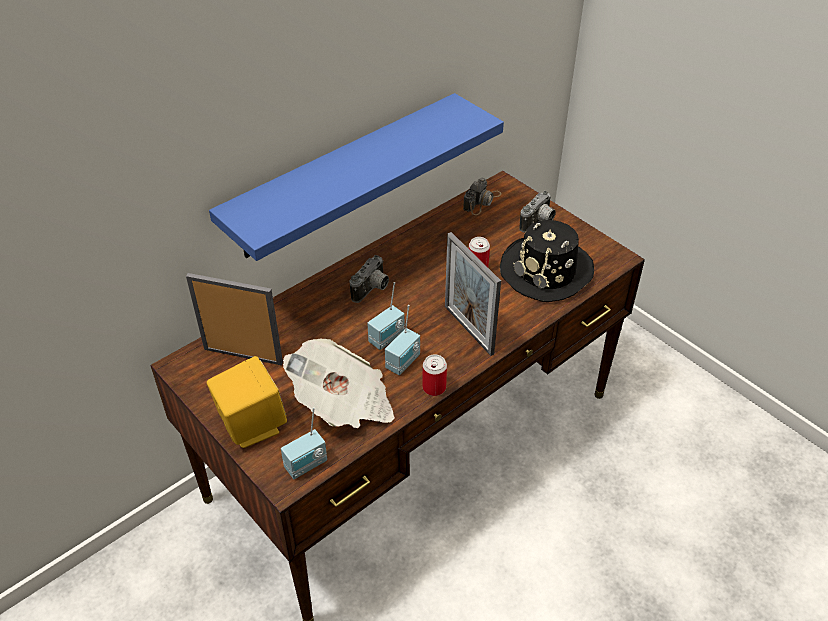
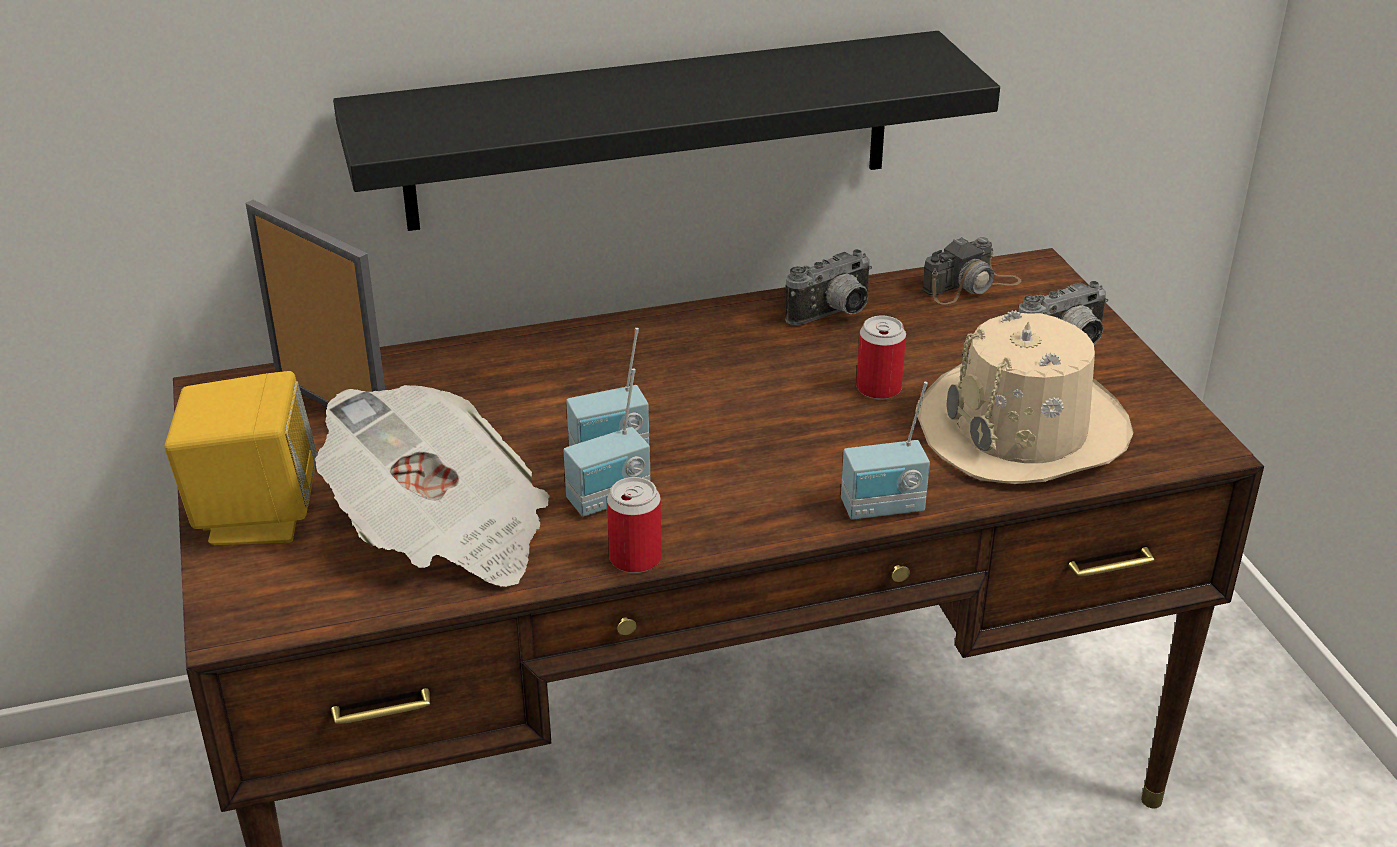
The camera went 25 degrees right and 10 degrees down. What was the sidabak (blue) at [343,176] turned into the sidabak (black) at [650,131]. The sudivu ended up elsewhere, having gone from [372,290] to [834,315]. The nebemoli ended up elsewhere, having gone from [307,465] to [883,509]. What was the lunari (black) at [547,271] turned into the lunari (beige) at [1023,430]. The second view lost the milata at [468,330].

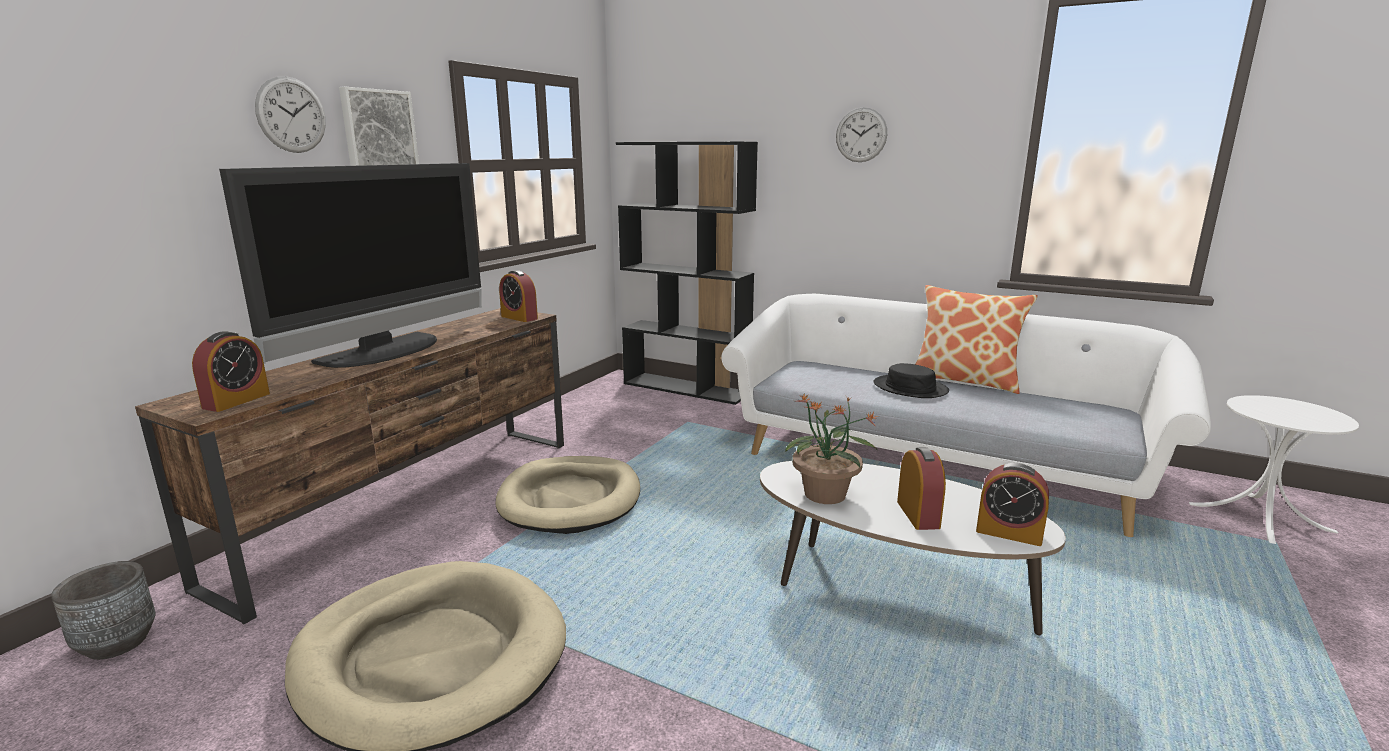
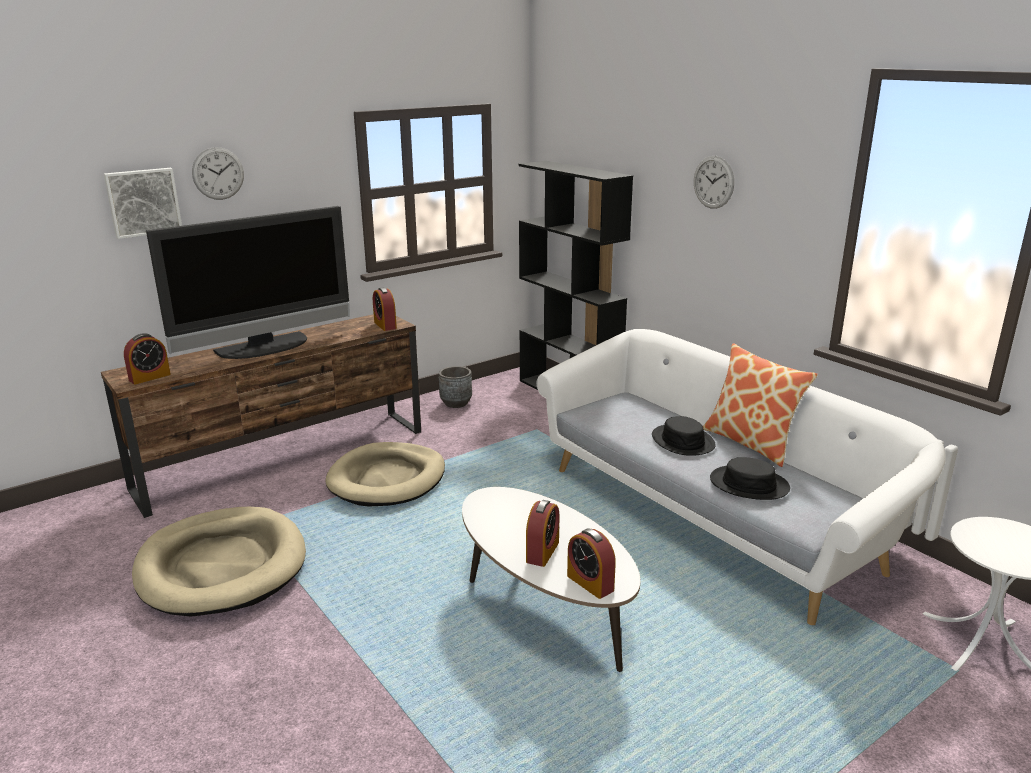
The camera went 25 degrees right and 5 degrees up. The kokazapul ended up elsewhere, having gone from [378,129] to [143,202]. The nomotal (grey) ended up elsewhere, having gone from [117,643] to [456,403]. The second view gained the lunari (black) at [749,484]. The second view lost the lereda at [825,495].

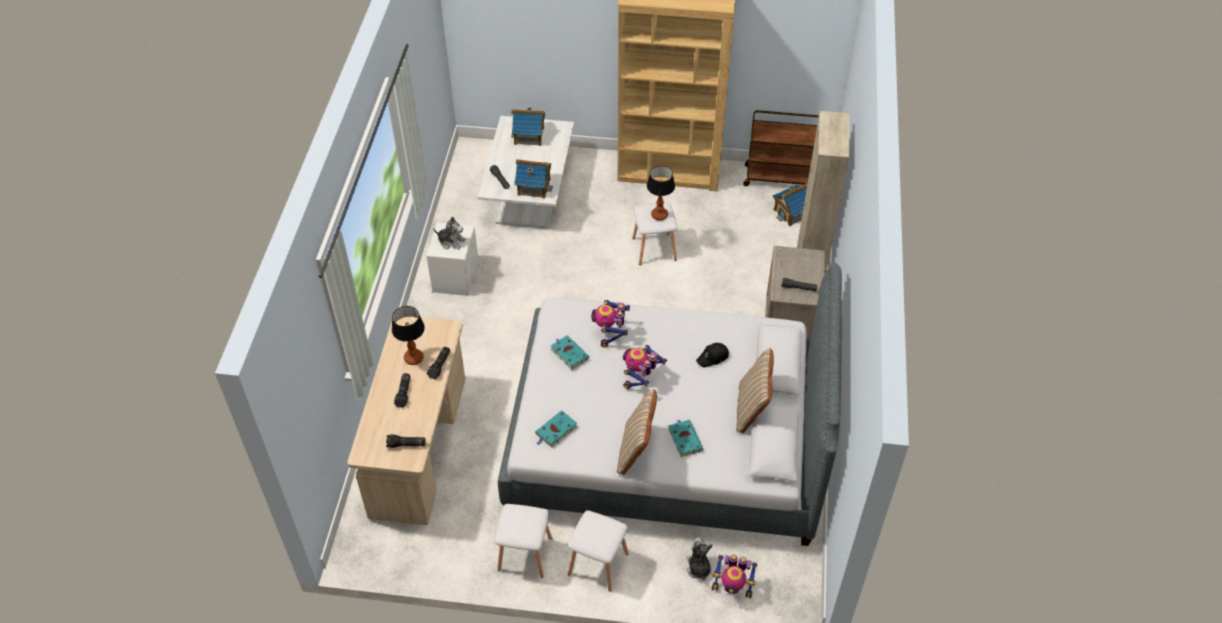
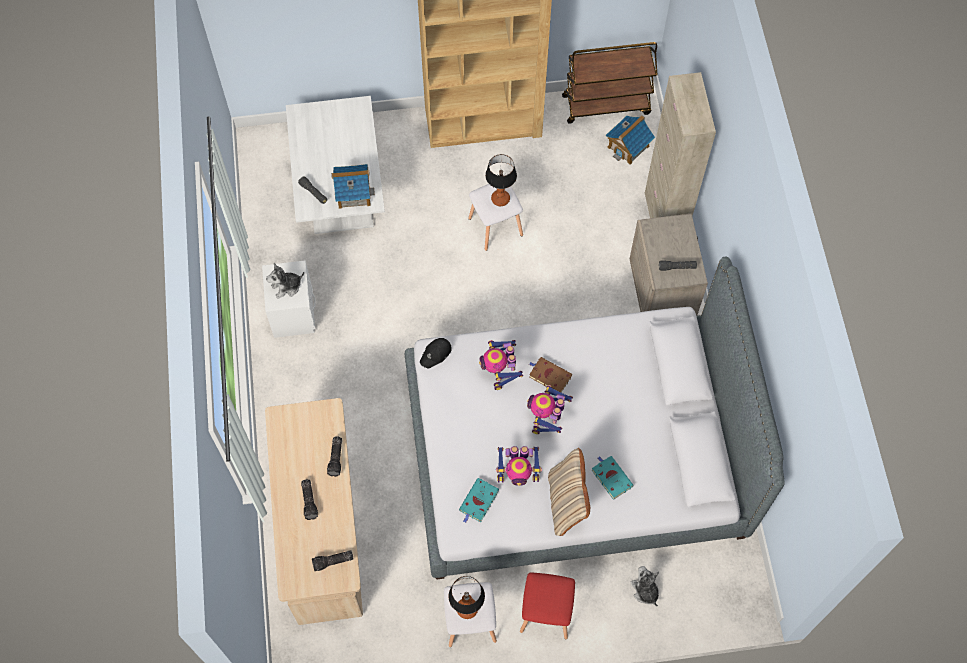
The camera went 15 degrees left and 15 degrees up. The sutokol at [451,241] ended up facing another way, 150 degrees clockwise from before. The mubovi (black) ended up elsewhere, having gone from [713,357] to [436,354]. The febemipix ended up elsewhere, having gone from [413,358] to [466,609]. The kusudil ended up elsewhere, having gone from [733,587] to [518,473]. What was the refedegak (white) at [597,564] turned into the refedegak (red) at [545,613]. The second view gained the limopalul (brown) at [549,376]. The second view lost the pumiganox at [529,136]. The second view lost the limopalul (turquoise) at [568,353]. The second view lost the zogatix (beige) at [752,409].

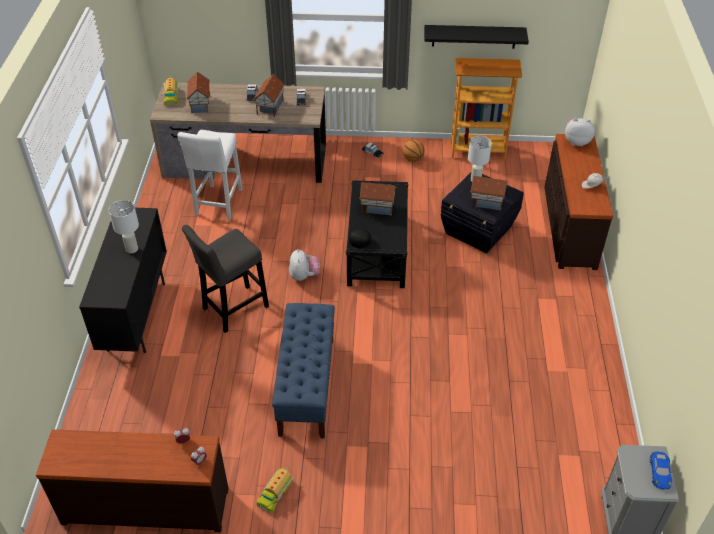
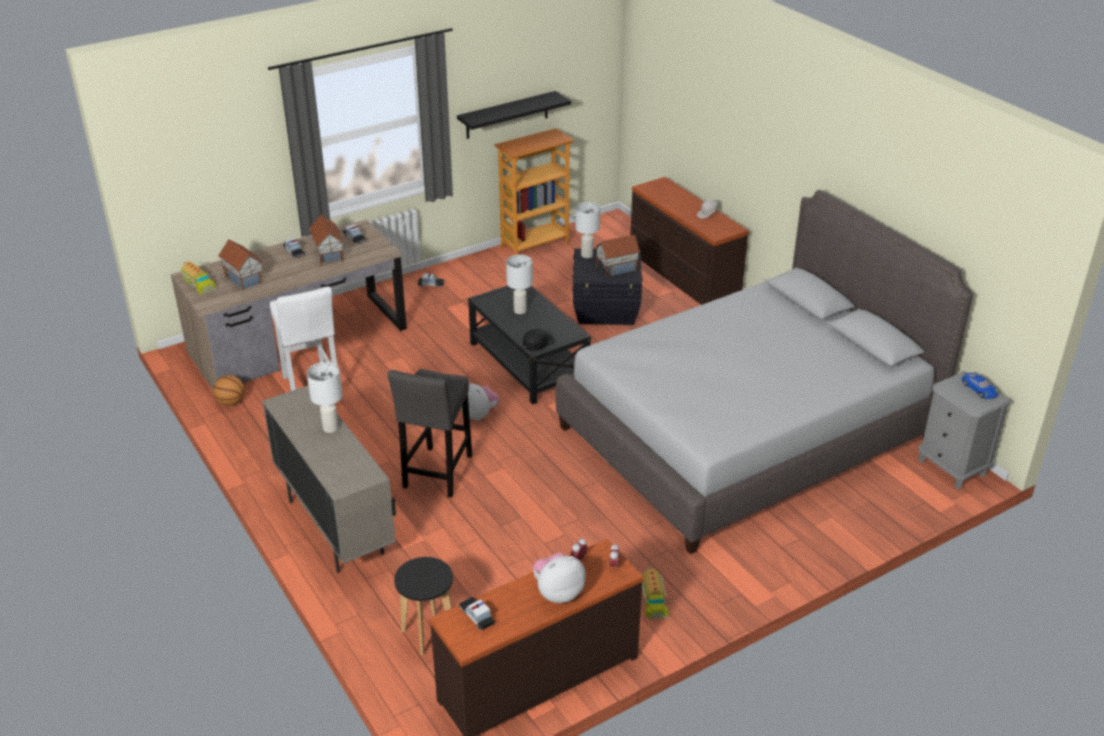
The camera went 35 degrees left and 10 degrees down. The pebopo ended up elsewhere, having gone from [413,159] to [231,402]. What was the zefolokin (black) at [137,316] turned into the zefolokin (beige) at [335,527]. The second view gained the refedegak (black) at [428,634]. The second view gained the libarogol at [476,616]. Where the pumiganox stood at [377,207], the febemipix (white) came to stand at [519,310]. The sutokol ended up elsewhere, having gone from [576,141] to [558,593]. The second view gained the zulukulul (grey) at [746,433]. The second view lost the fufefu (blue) at [307,386].

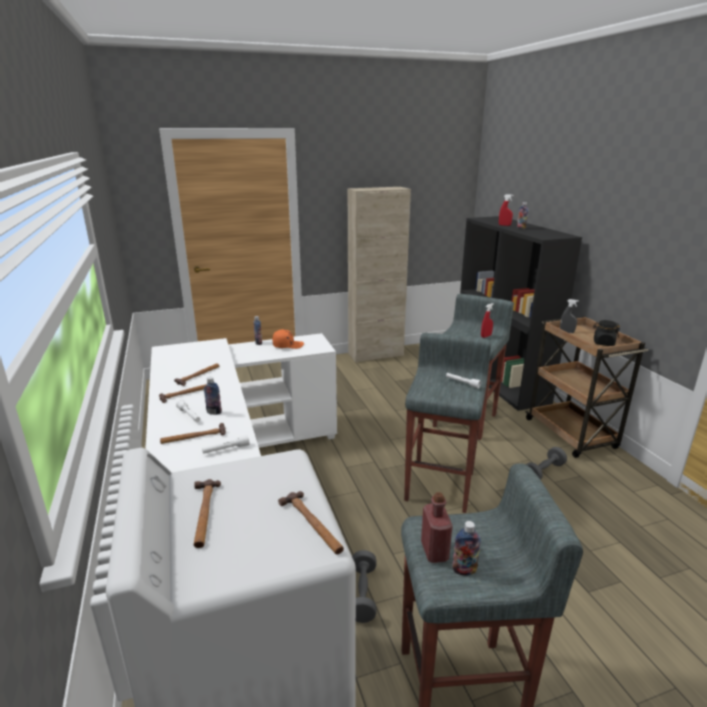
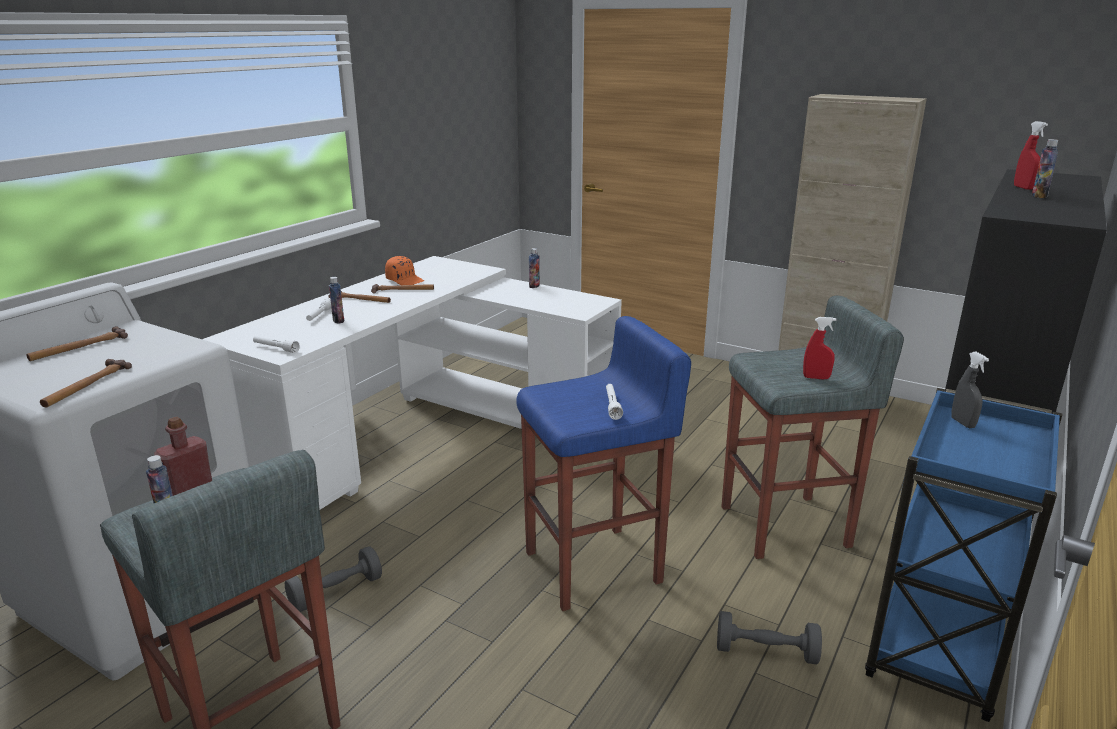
The camera went 50 degrees right and 0 degrees up. The mubovi (orange) ended up elsewhere, having gone from [288,345] to [405,280]. What was the refedegak (grey) at [441,485] turned into the refedegak (blue) at [595,567]. What was the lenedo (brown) at [571,434] turned into the lenedo (blue) at [937,648]. The second view lost the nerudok at [193,437]. The second view lost the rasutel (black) at [603,343].

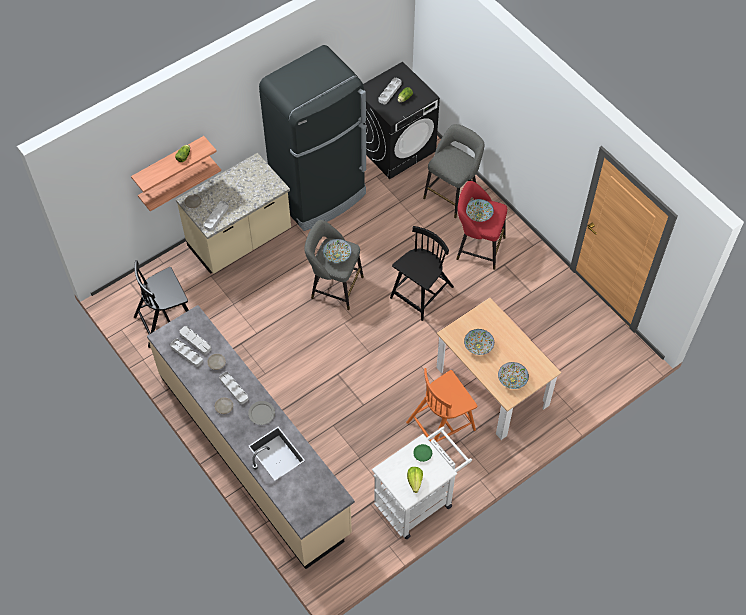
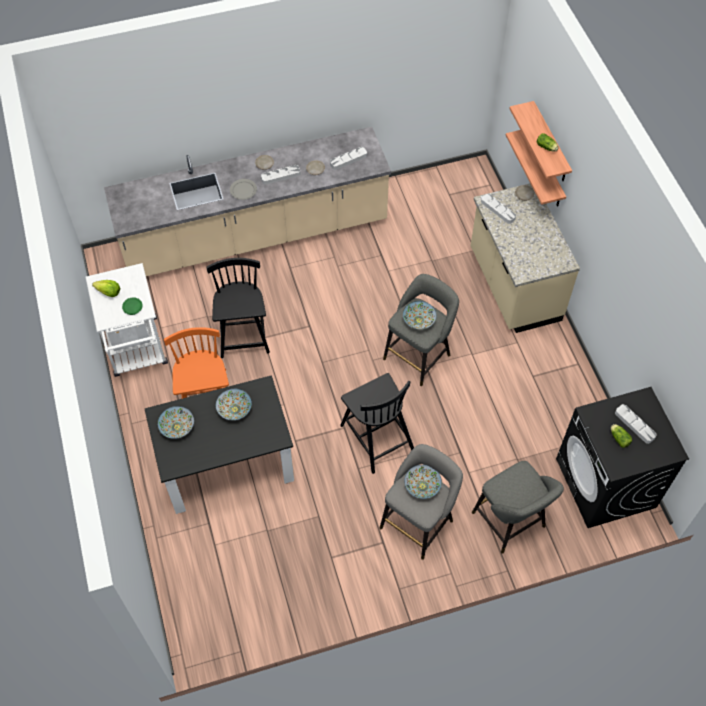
The camera went 110 degrees right and 0 degrees up. What was the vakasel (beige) at [492,386] turned into the vakasel (black) at [227,465]. The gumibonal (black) ended up elsewhere, having gone from [166,321] to [243,332]. What was the refedegak (red) at [477,247] turned into the refedegak (grey) at [418,521]. The second view lost the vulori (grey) at [186,353]. The second view lost the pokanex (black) at [320,195].

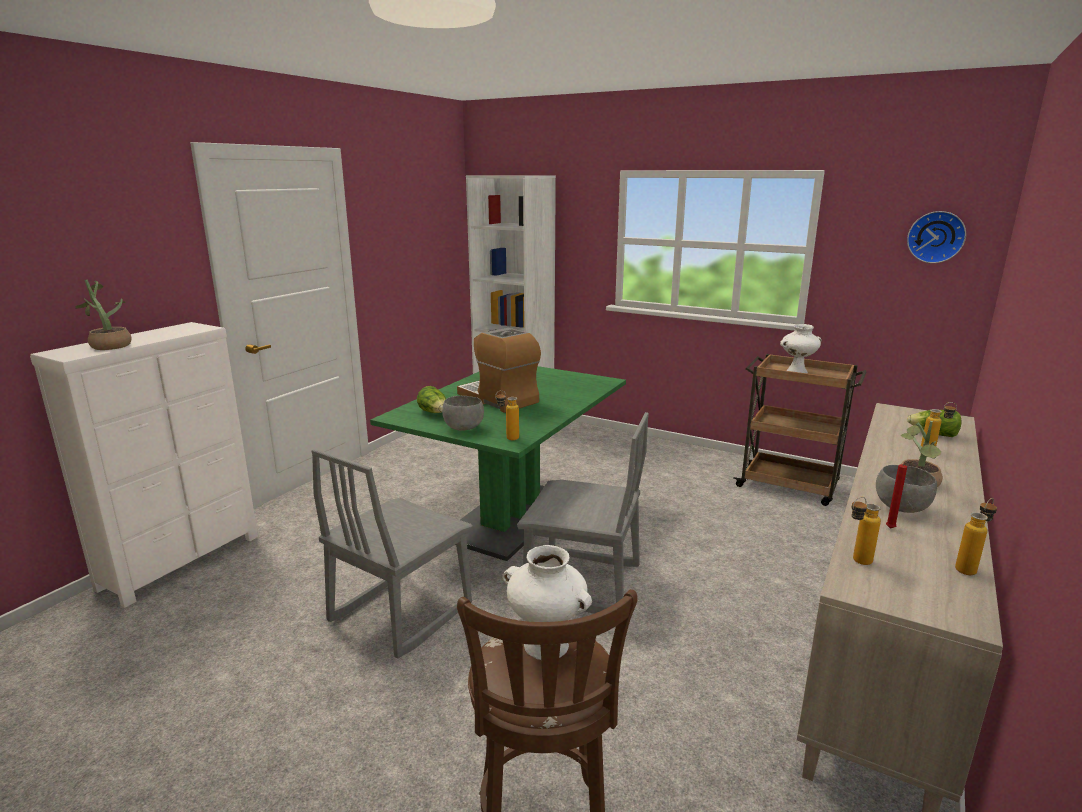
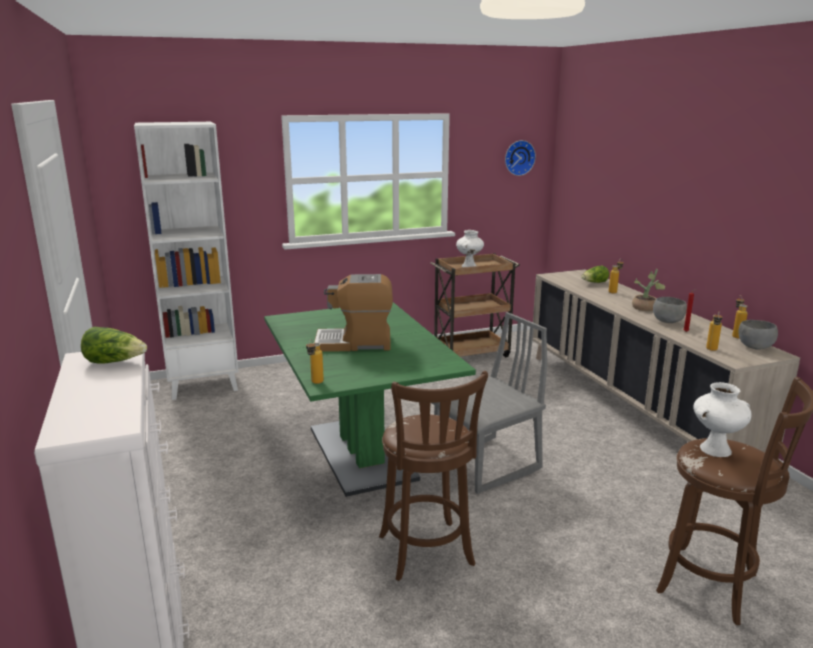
The camera went 50 degrees left and 0 degrees up. The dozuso ended up elsewhere, having gone from [434,413] to [115,362]. The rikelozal ended up elsewhere, having gone from [507,439] to [315,383]. Where the gumibonal (grey) stood at [400,612], the refedegak (brown) came to stand at [427,554]. The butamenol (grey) ended up elsewhere, having gone from [463,428] to [754,347]. The second view lost the lereda at [109,345].

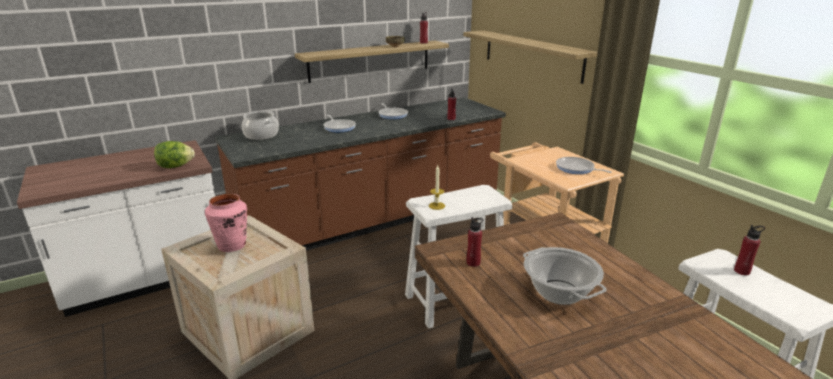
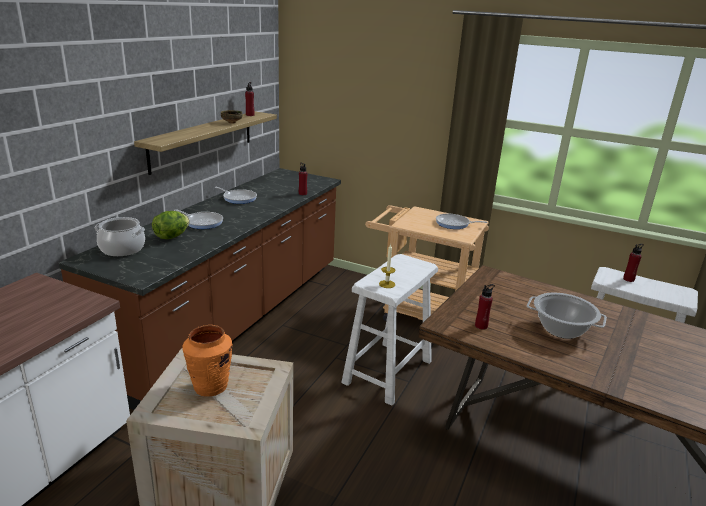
The camera went 35 degrees left and 0 degrees up. The dozuso ended up elsewhere, having gone from [175,166] to [171,236]. What was the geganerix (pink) at [232,245] turned into the geganerix (orange) at [210,387]. The second view lost the sidabak at [532,55].

